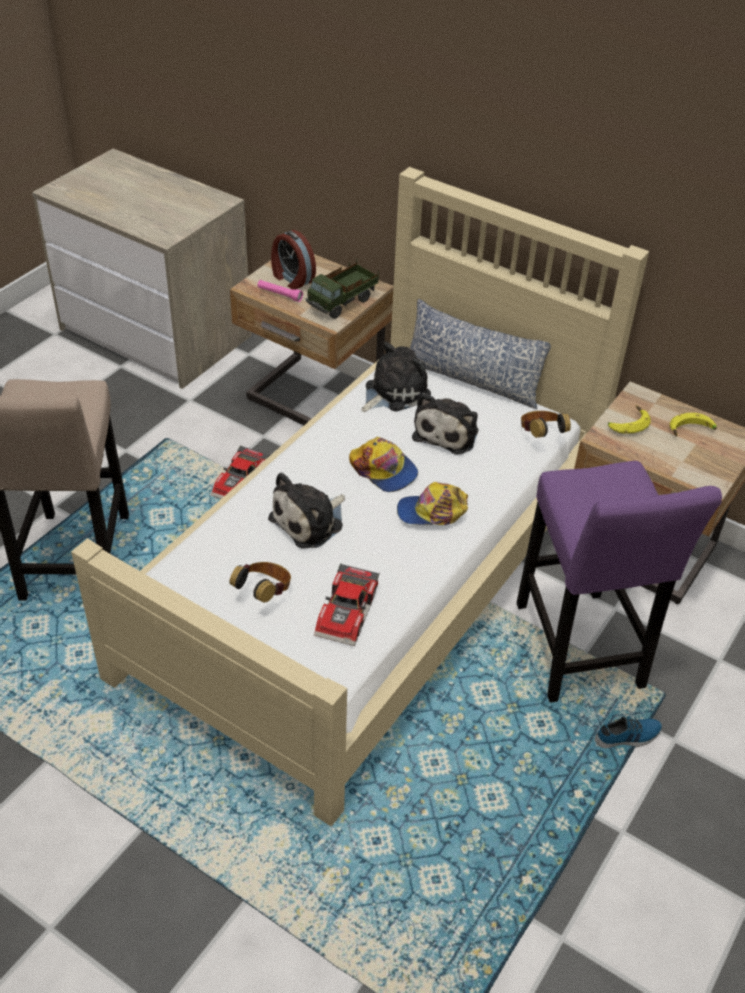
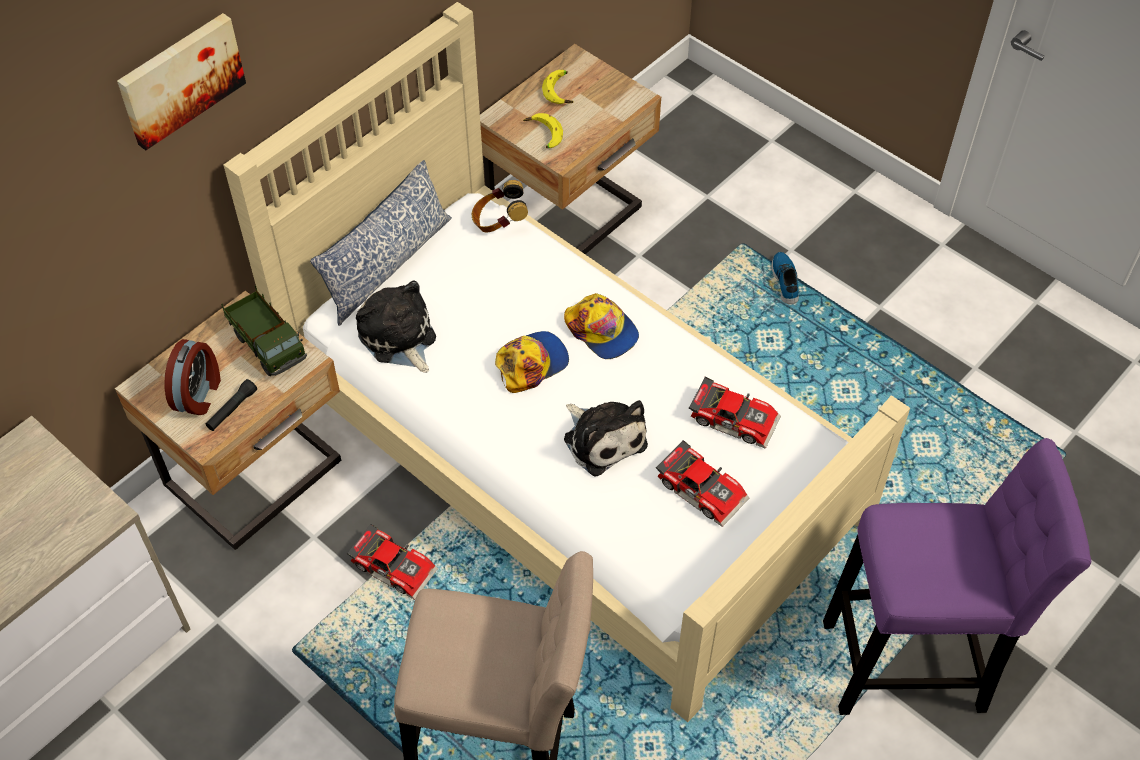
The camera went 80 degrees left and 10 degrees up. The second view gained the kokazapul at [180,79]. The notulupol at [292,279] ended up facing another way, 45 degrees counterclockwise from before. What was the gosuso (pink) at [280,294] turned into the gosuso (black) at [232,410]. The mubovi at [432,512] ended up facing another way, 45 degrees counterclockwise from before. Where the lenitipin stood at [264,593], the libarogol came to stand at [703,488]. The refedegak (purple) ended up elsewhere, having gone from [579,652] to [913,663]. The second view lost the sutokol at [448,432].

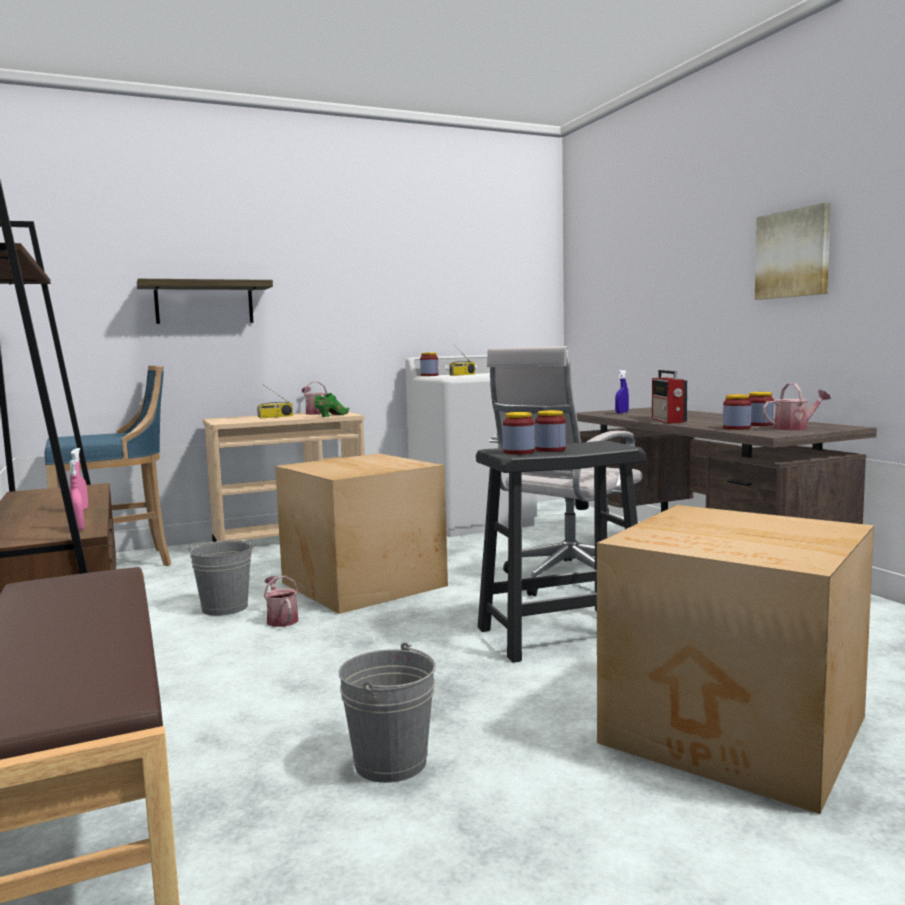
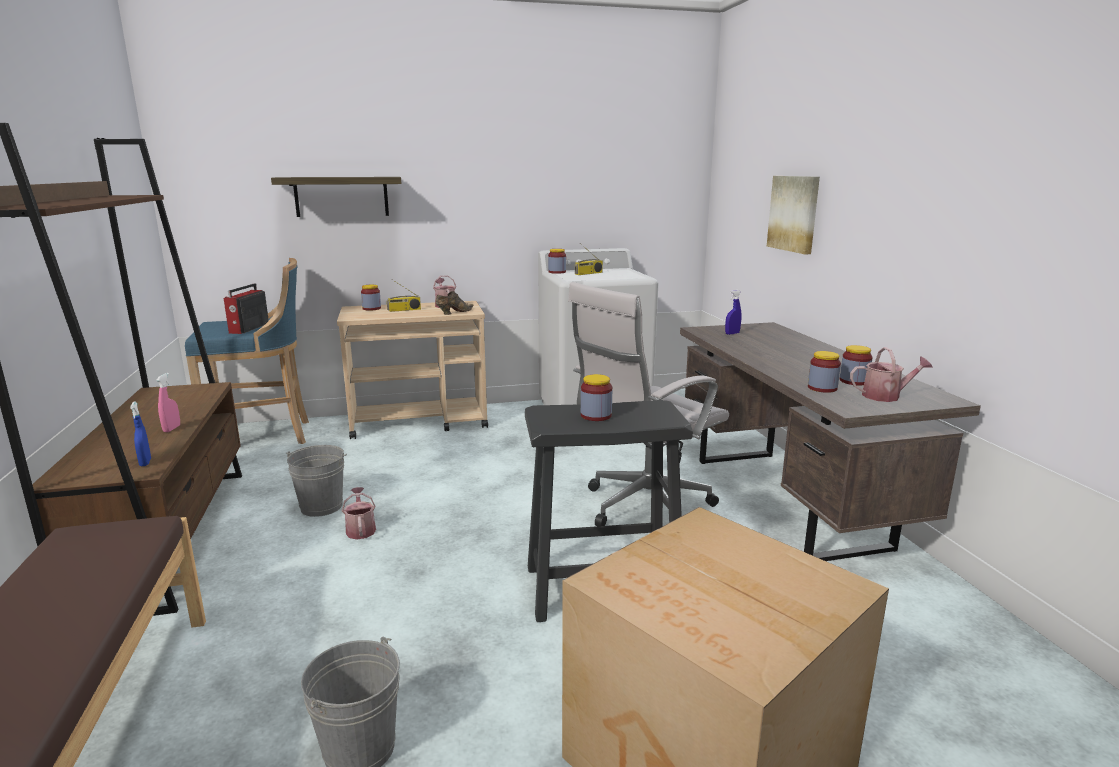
The camera went 10 degrees right and 10 degrees up. What was the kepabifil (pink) at [78,528] turned into the kepabifil (blue) at [145,462]. The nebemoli ended up elsewhere, having gone from [668,420] to [248,328]. The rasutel ended up elsewhere, having gone from [519,452] to [371,308]. What was the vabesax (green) at [331,416] turned into the vabesax (brown) at [454,313]. The kokazapul ended up elsewhere, having gone from [793,253] to [794,213]. The second view lost the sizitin at [364,583].

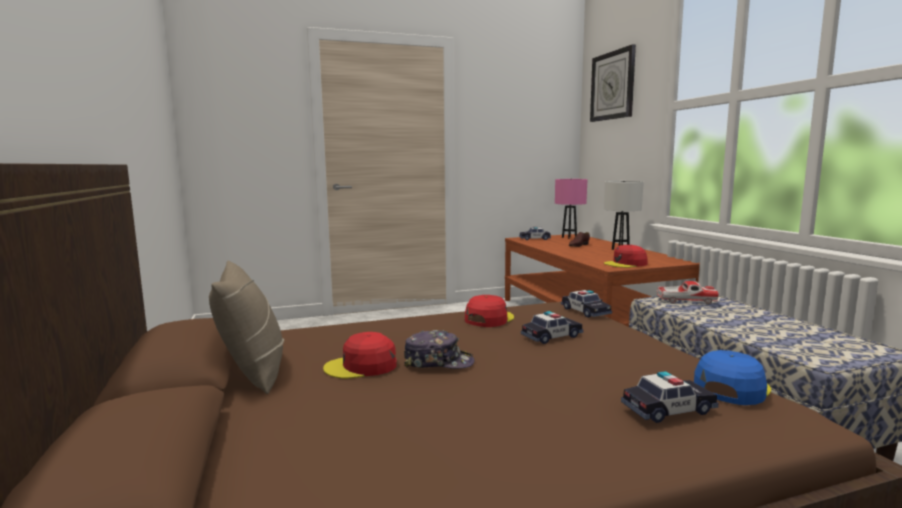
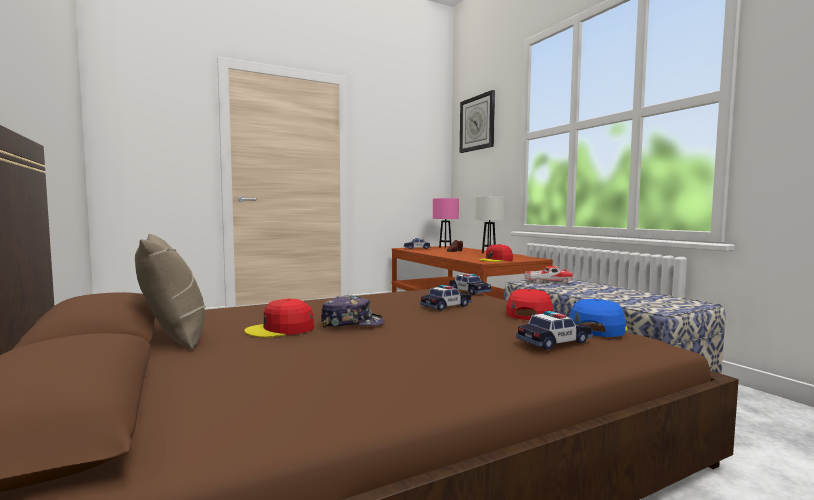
The camera went 10 degrees left and 5 degrees down. The mubovi (red) ended up elsewhere, having gone from [489,319] to [529,314].

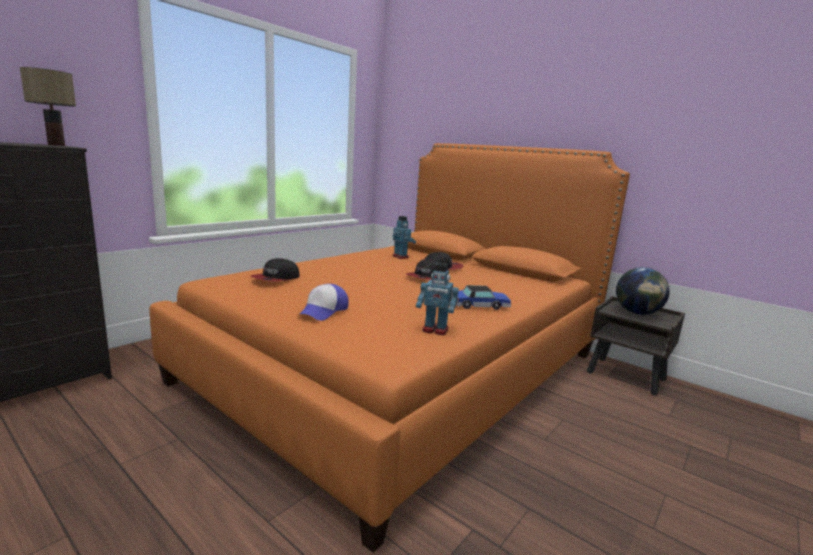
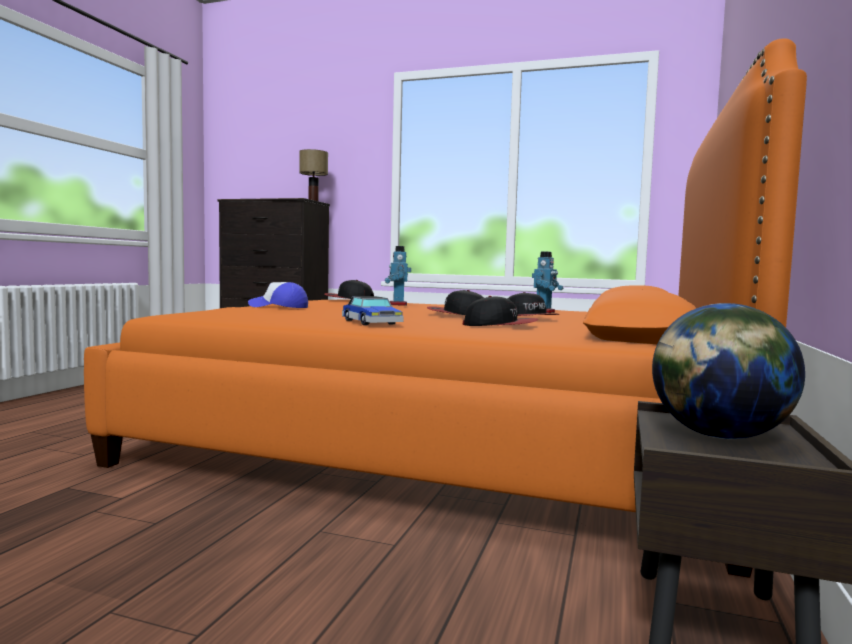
The camera went 70 degrees right and 10 degrees down. The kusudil ended up elsewhere, having gone from [435,330] to [397,304]. The second view gained the mubovi at [500,325].

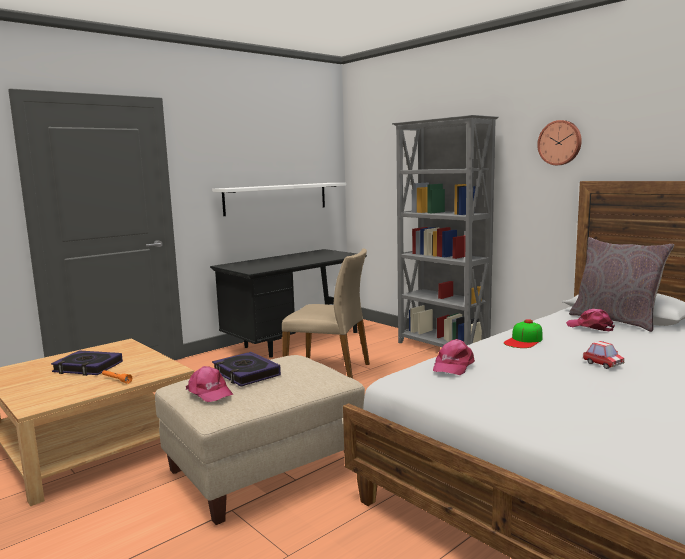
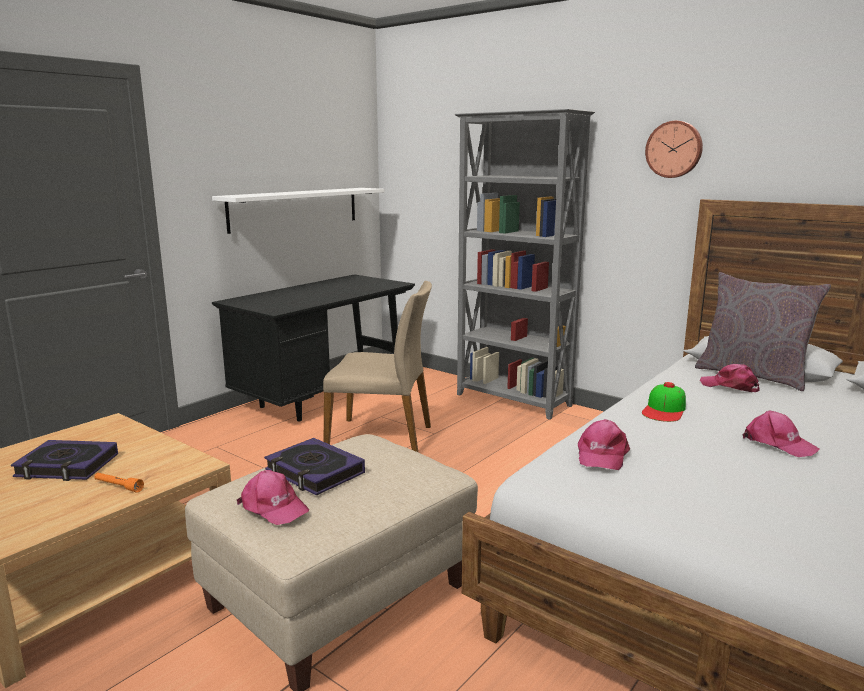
The camera went 10 degrees left and 5 degrees up. Where the libarogol stood at [602,364], the mubovi (pink) came to stand at [778,443].

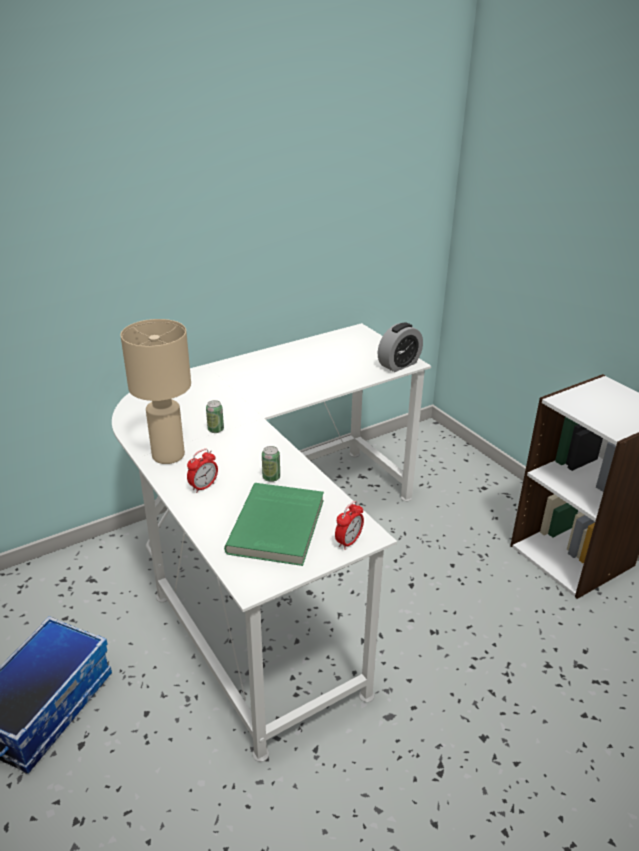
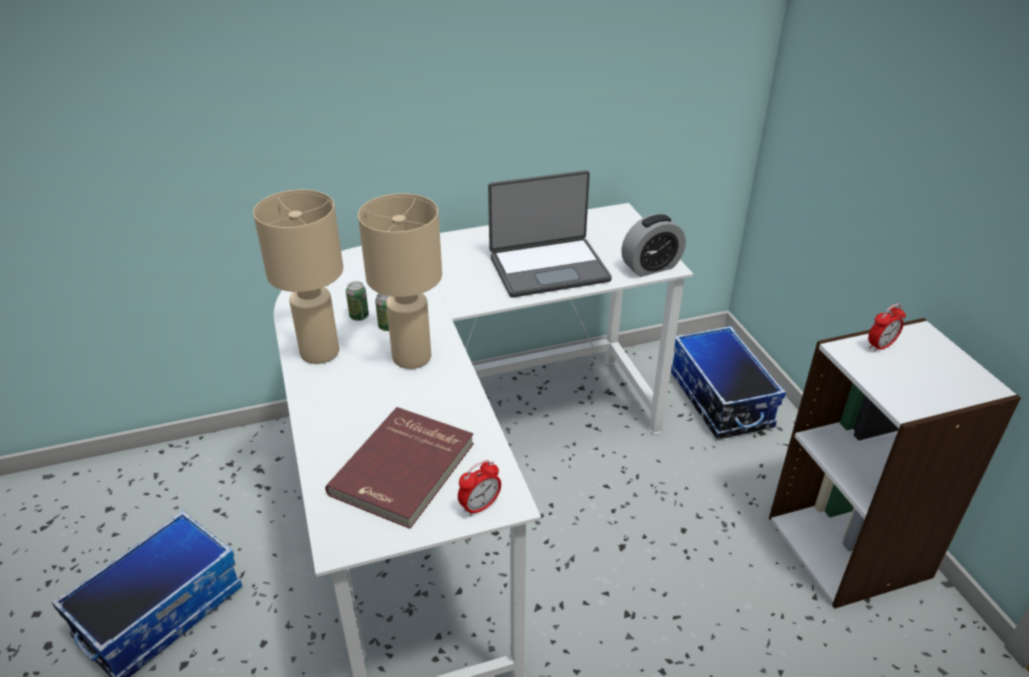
The camera went 15 degrees right and 5 degrees up. What was the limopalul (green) at [279,526] turned into the limopalul (red) at [405,469]. The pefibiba ended up elsewhere, having gone from [271,477] to [359,316]. The second view gained the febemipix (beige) at [412,358]. The second view gained the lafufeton at [548,268]. The second view gained the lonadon at [718,399]. The notulupol ended up elsewhere, having gone from [203,486] to [880,346].

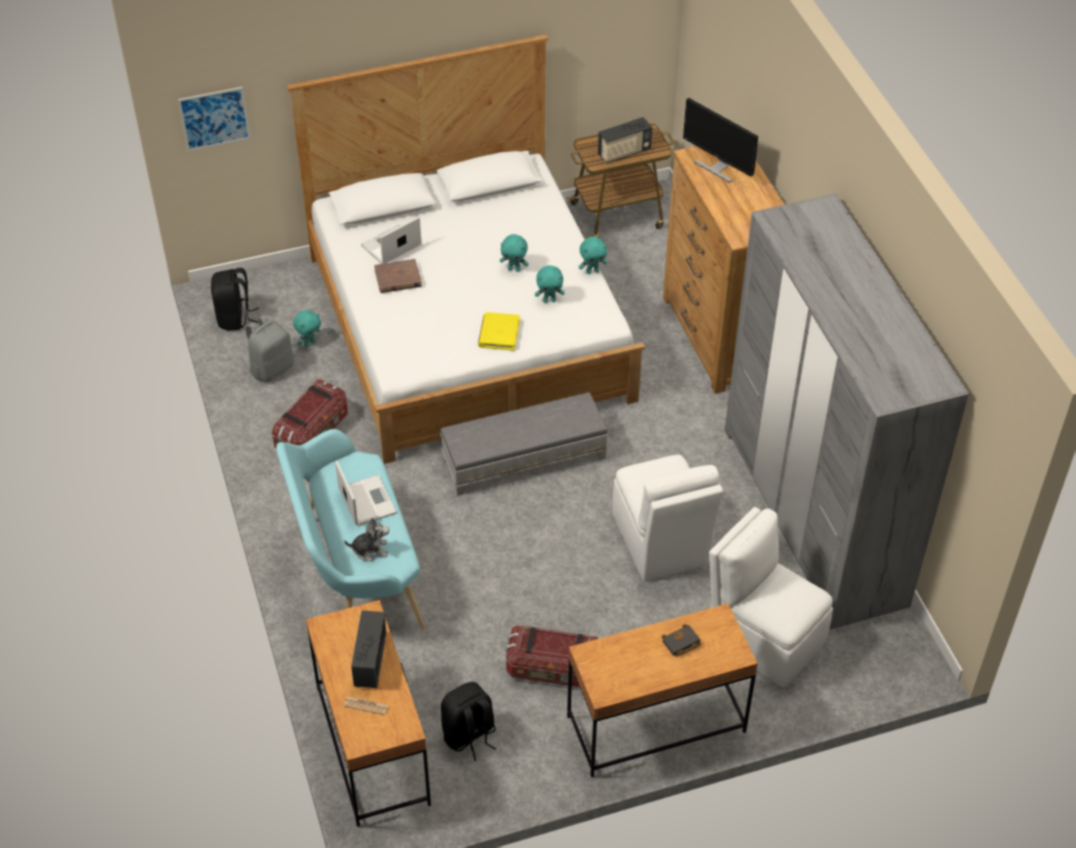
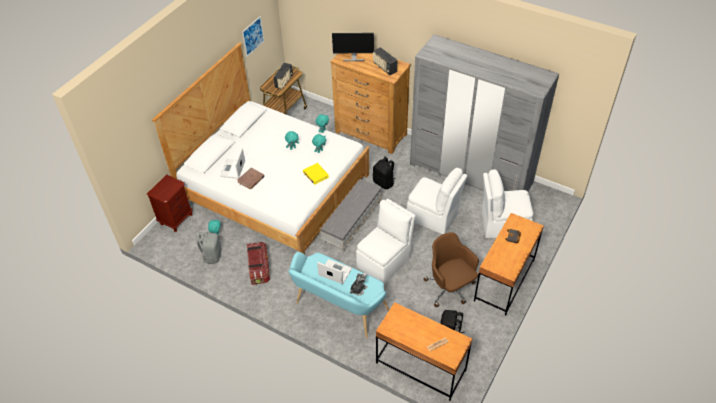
The camera went 40 degrees left and 0 degrees up. The second view gained the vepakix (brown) at [176,219]. The kokazapul ended up elsewhere, having gone from [214,118] to [253,36]. The second view gained the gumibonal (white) at [385,261]. The nebemoli ended up elsewhere, having gone from [369,660] to [384,68]. The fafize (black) ended up elsewhere, having gone from [235,318] to [384,183]. Where the lonadon stood at [553,669], the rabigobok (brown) came to stand at [450,288].

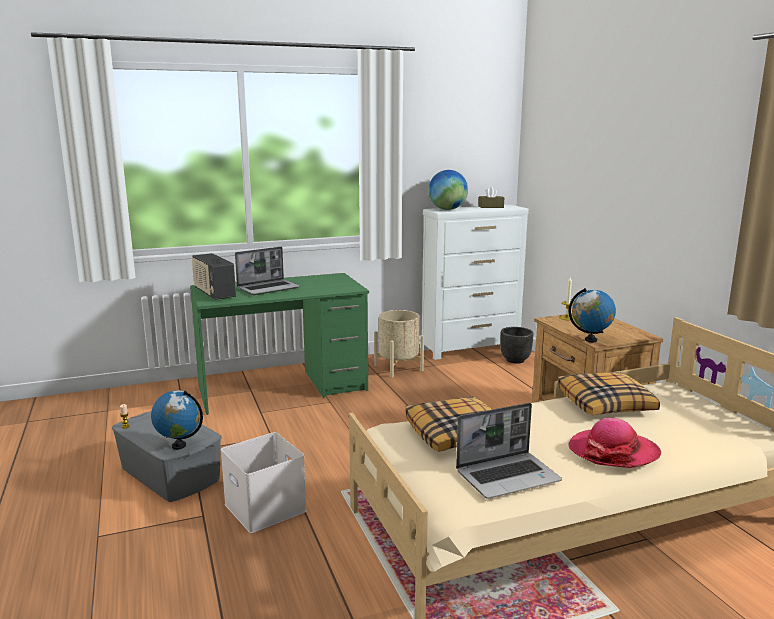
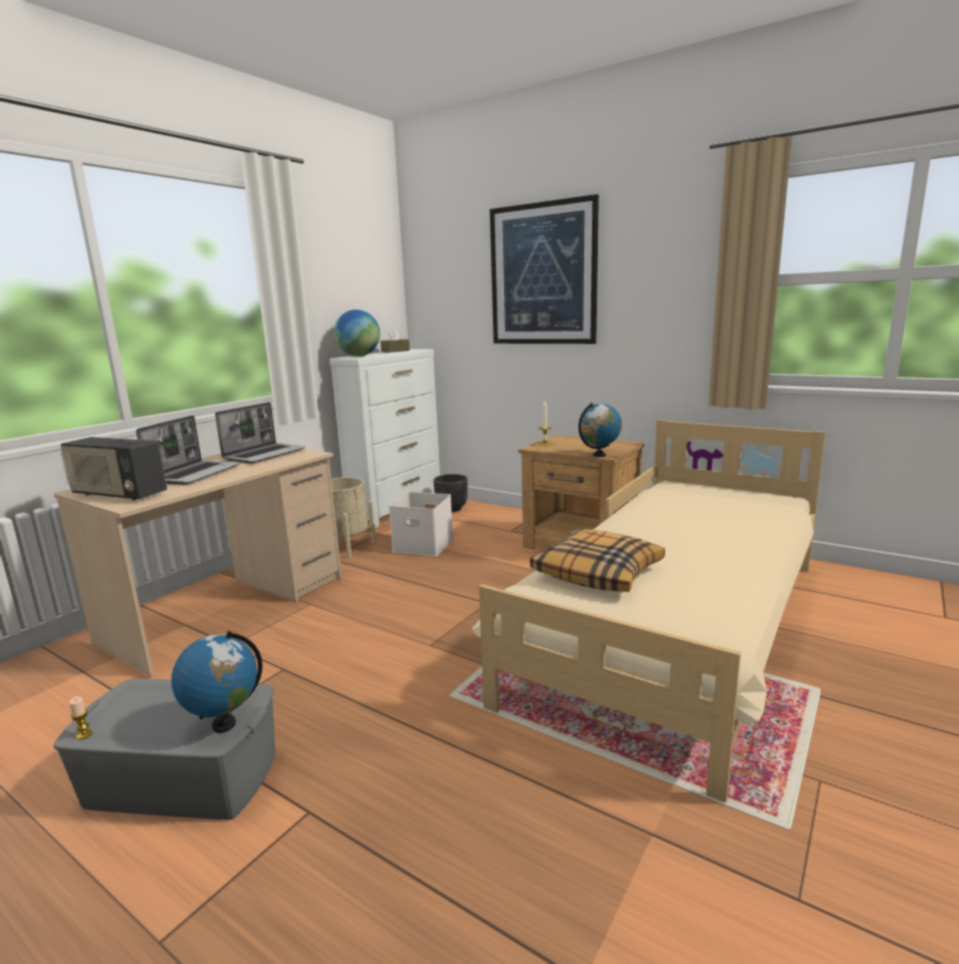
The camera went 35 degrees left and 0 degrees up. What was the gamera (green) at [283,389] turned into the gamera (beige) at [229,608]. The lafufeton ended up elsewhere, having gone from [508,476] to [265,454]. The lonadon (white) ended up elsewhere, having gone from [267,508] to [424,545]. The second view gained the kokazapul at [543,275]. The second view lost the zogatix at [605,404]. The second view lost the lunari at [613,452].

